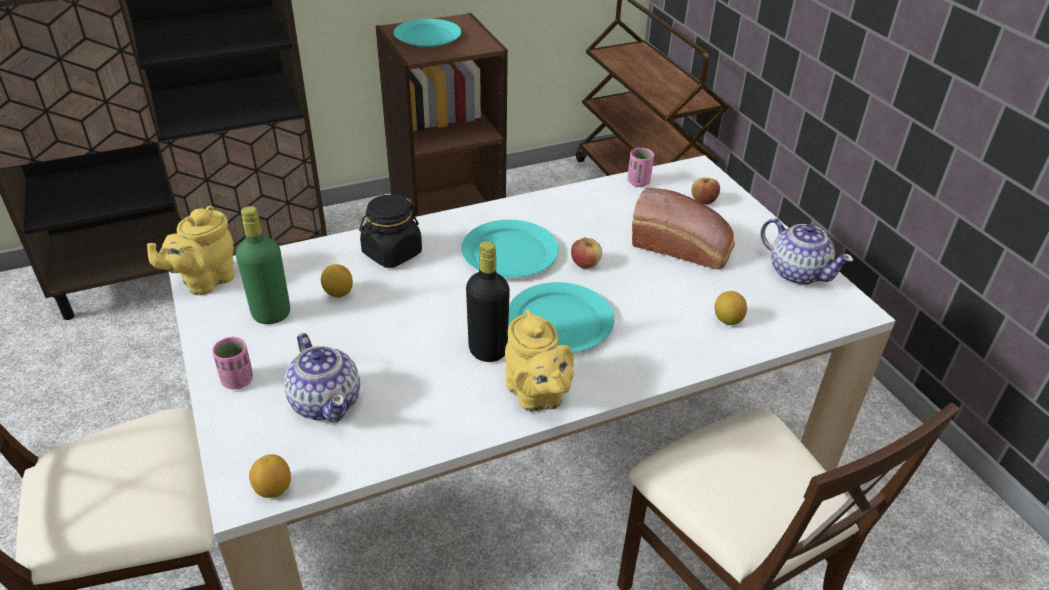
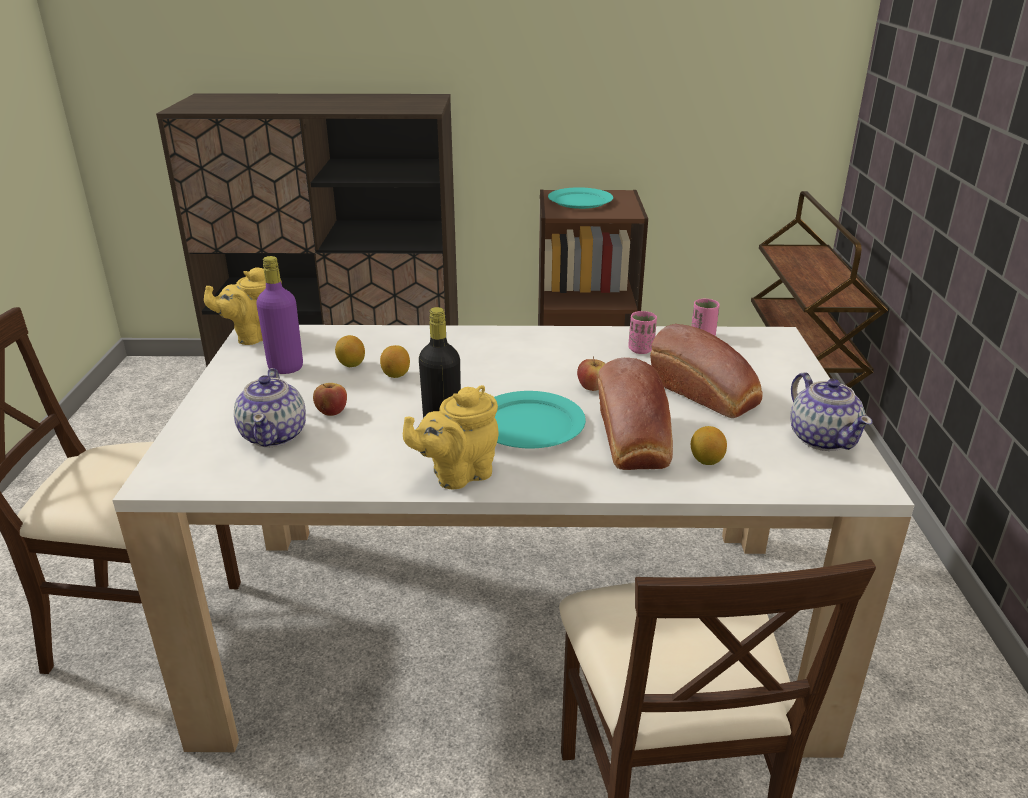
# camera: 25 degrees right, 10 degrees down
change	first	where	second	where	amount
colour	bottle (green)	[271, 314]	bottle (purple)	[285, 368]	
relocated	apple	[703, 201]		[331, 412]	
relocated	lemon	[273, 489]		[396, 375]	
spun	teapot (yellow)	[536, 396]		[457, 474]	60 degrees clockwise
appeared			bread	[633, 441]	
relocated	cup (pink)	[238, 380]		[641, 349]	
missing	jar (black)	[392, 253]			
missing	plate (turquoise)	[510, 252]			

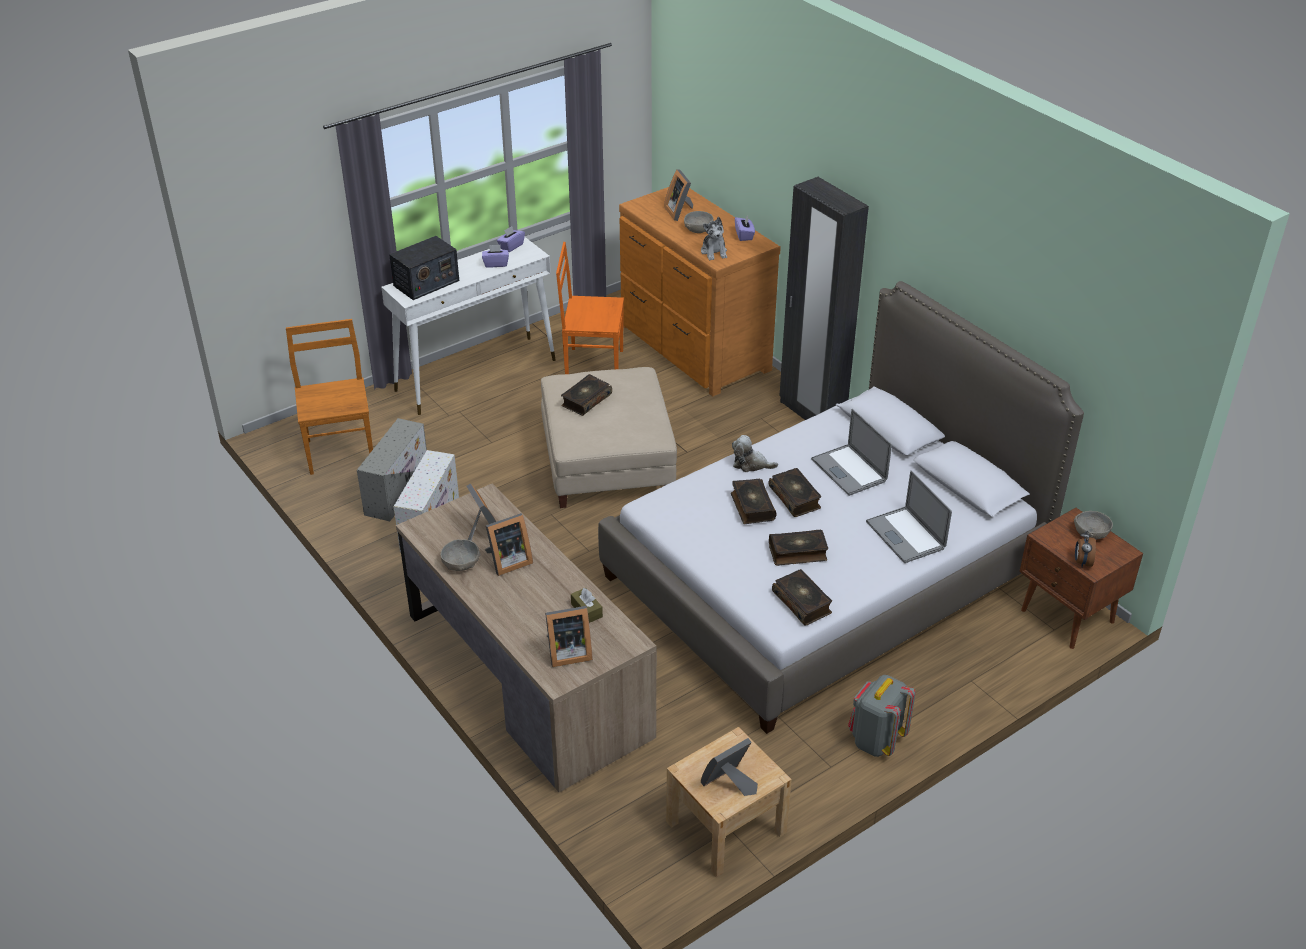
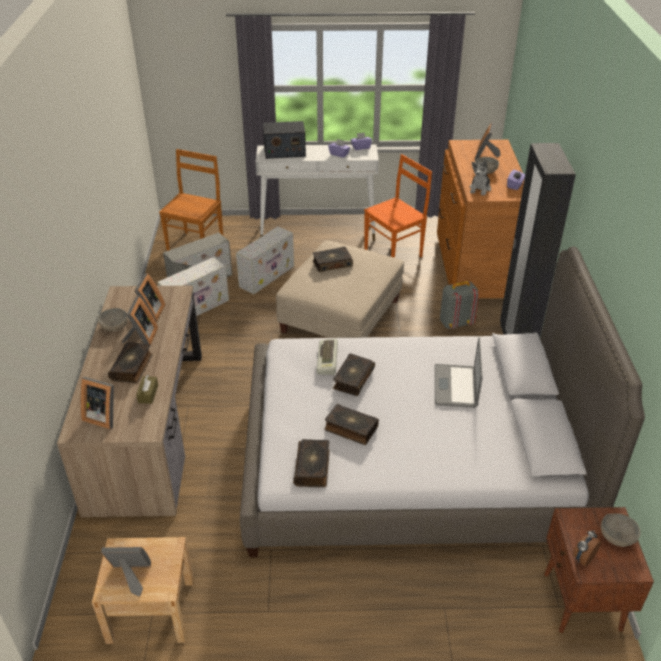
# camera: 35 degrees right, 0 degrees up
change	first	where	second	where	amount
relocated	book	[795, 498]		[132, 367]	
spun	picture frame	[507, 561]		[141, 338]	90 degrees counterclockwise
appeared			storage box (white)	[267, 276]	
appeared			keyboard	[328, 360]	
spun	chair (orange)	[592, 365]		[394, 252]	105 degrees clockwise
relocated	backpack (grey)	[876, 740]		[455, 323]	
missing	plush toy	[751, 464]			
missing	laptop	[905, 535]			

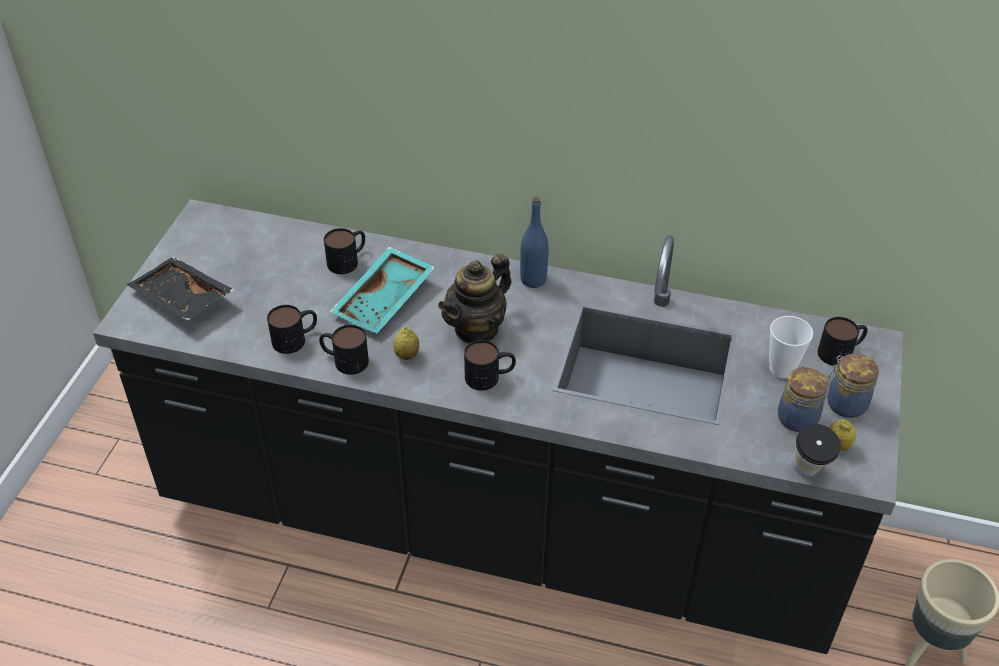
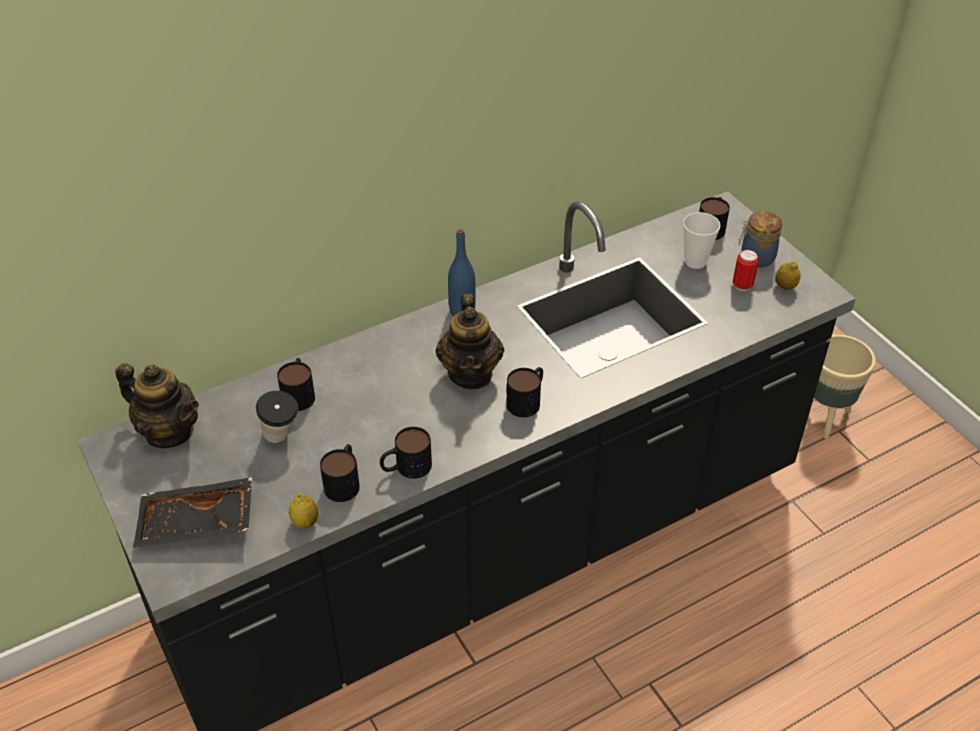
# camera: 45 degrees left, 0 degrees up
change	first	where	second	where	amount
appeared			teapot	[169, 431]	
relocated	cup	[808, 473]		[281, 438]	
relocated	lemon	[407, 355]		[305, 522]	
exchanged	jar	[796, 417]	can	[742, 285]	
missing	tray (turquoise)	[385, 301]			

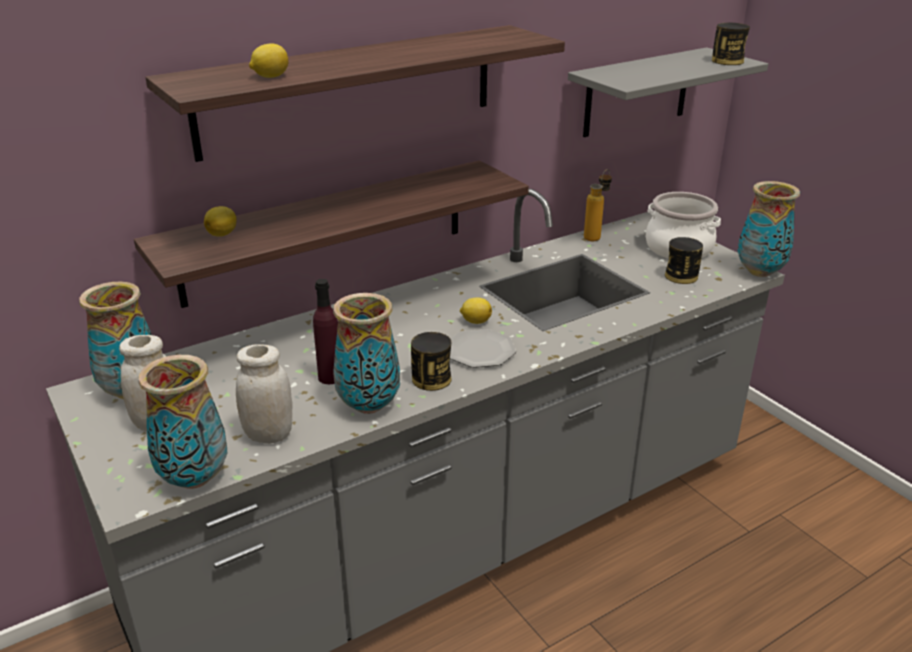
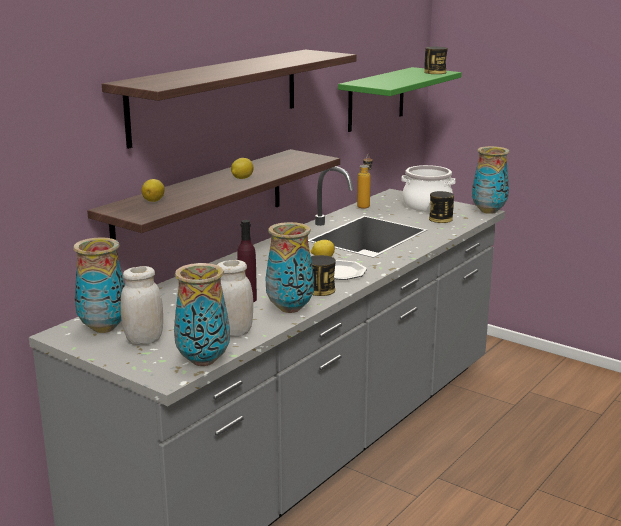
# camera: 20 degrees left, 10 degrees down
change	first	where	second	where	amount
relocated	lemon	[270, 77]		[241, 178]	
colour	shelf (grey)	[637, 92]	shelf (green)	[376, 99]	

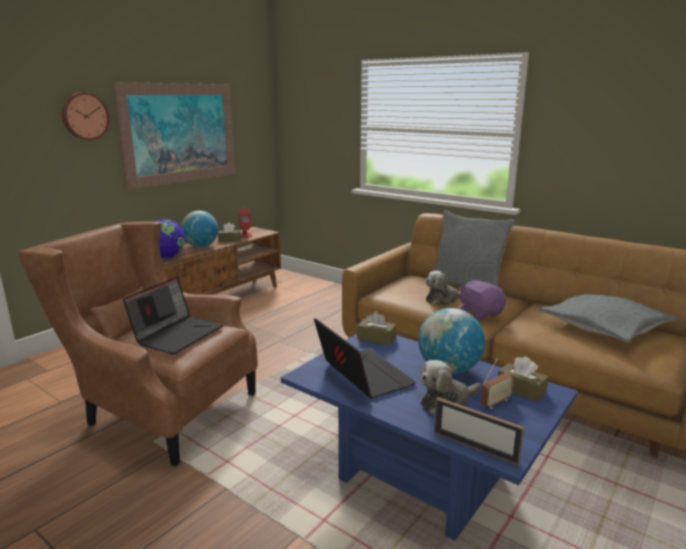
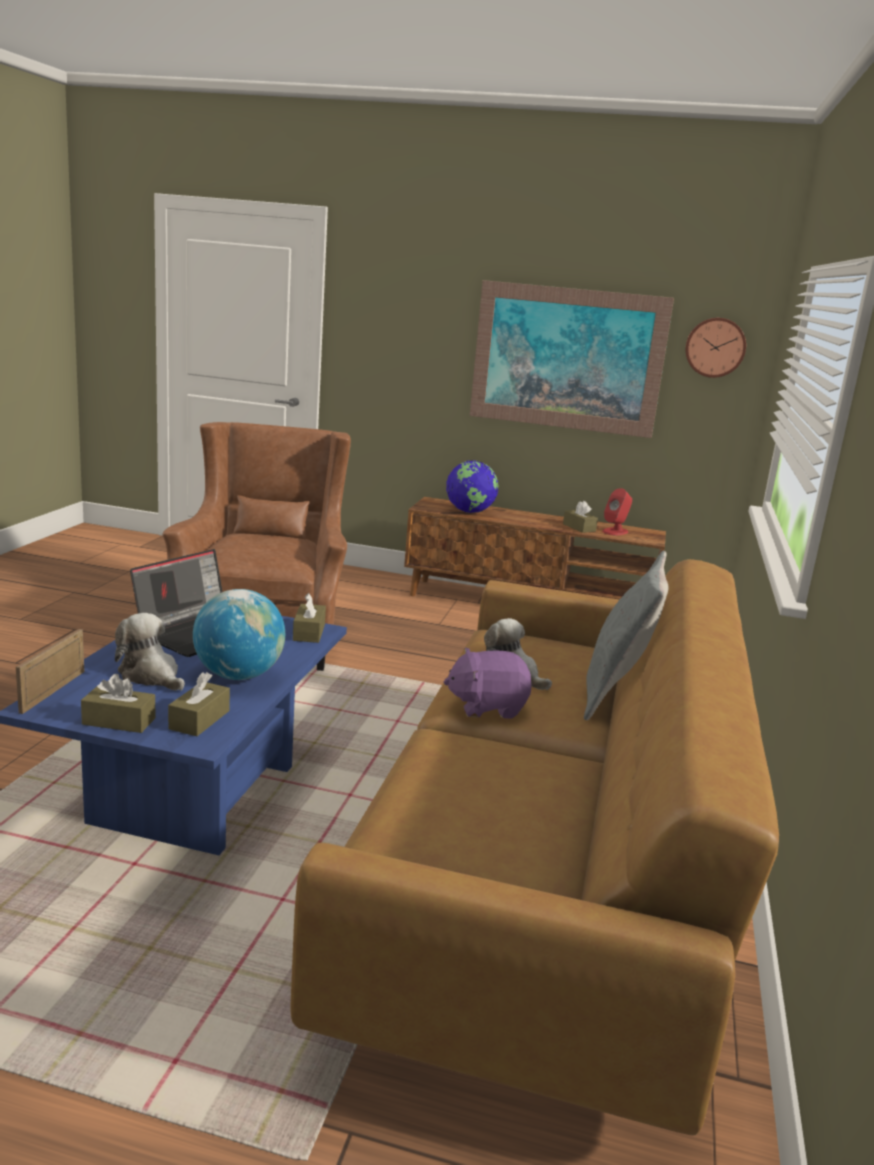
# camera: 65 degrees right, 0 degrees up
change	first	where	second	where	amount
appeared			tissue box (brown)	[119, 721]	
spun	plush toy (purple)	[480, 313]		[487, 706]	135 degrees counterclockwise
relocated	wall clock	[84, 116]		[715, 347]	
missing	laptop	[178, 334]			
missing	globe	[201, 246]			
missing	radio	[495, 402]			
missing	pillow (grey)	[604, 326]			

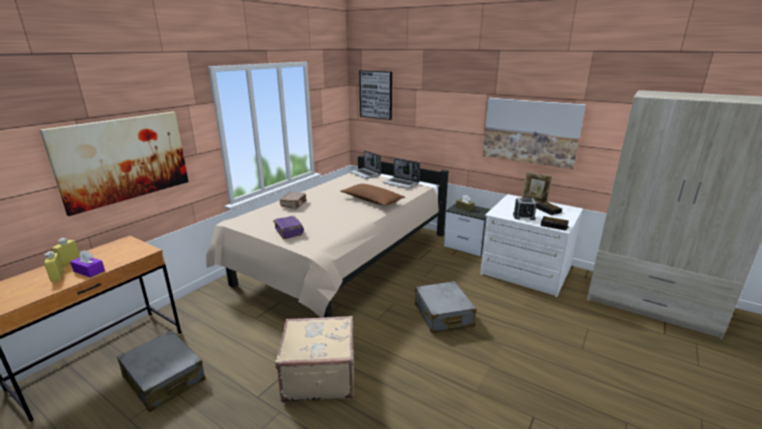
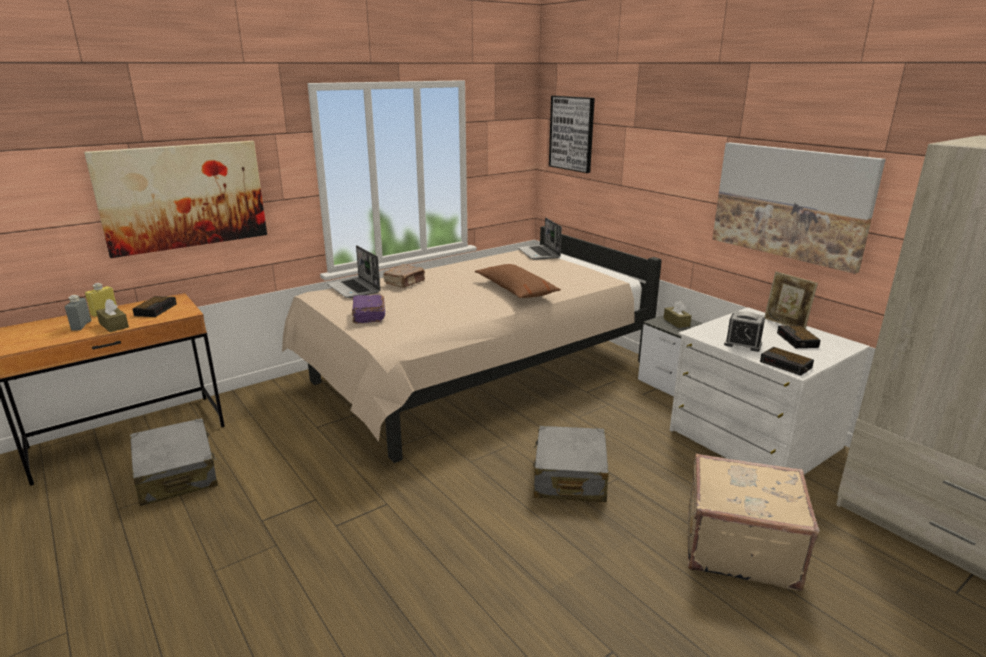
# camera: 20 degrees right, 0 degrees up
change	first	where	second	where	amount
colour	bottle (yellow)	[57, 276]	bottle (grey)	[81, 326]	
colour	tissue box (purple)	[89, 271]	tissue box (brown)	[114, 325]	
appeared			alarm clock	[156, 309]	
relocated	laptop	[401, 183]		[354, 289]	
relocated	suitcase (beige)	[319, 375]		[738, 547]	

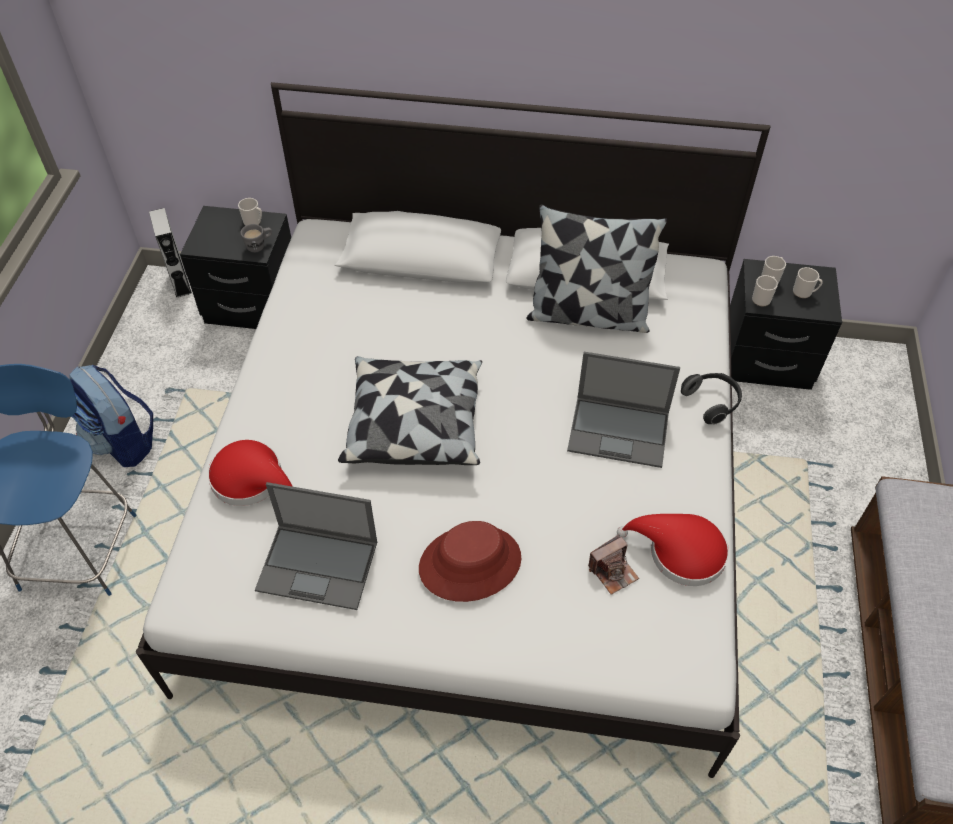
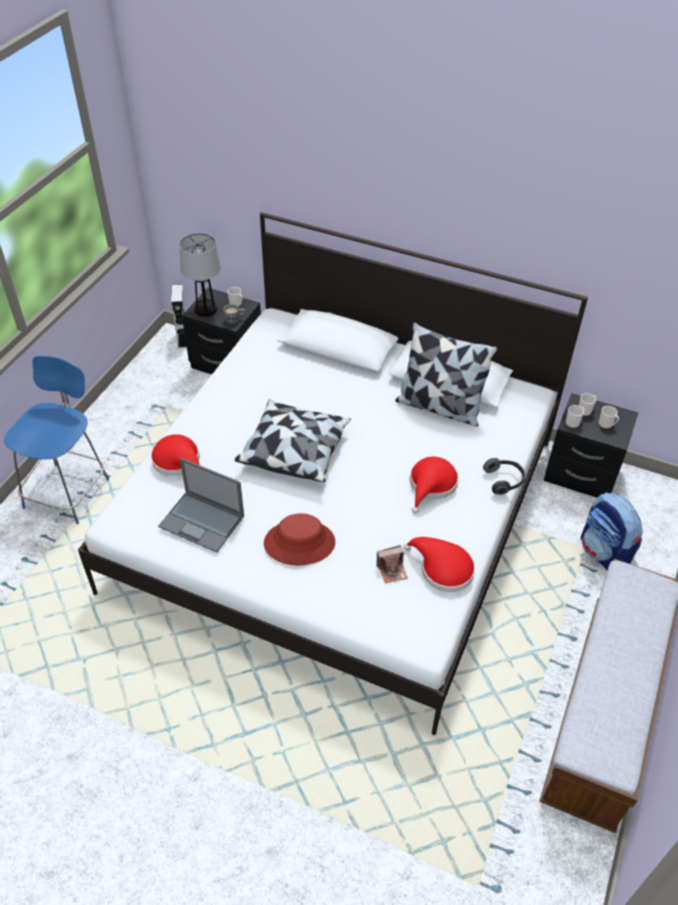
# camera: 15 degrees right, 5 degrees down
change	first	where	second	where	amount
appeared			table lamp	[205, 309]	
exchanged	laptop	[620, 431]	hat (red)	[431, 485]	
relocated	backpack	[123, 442]		[604, 553]	

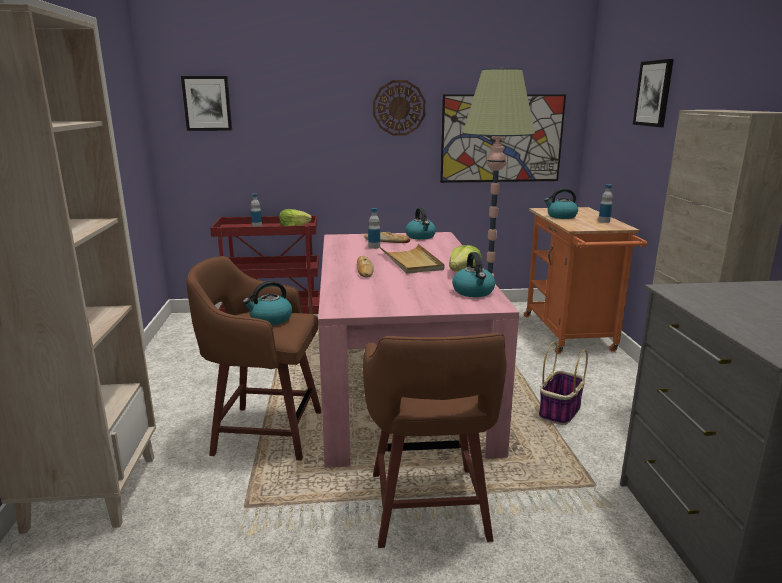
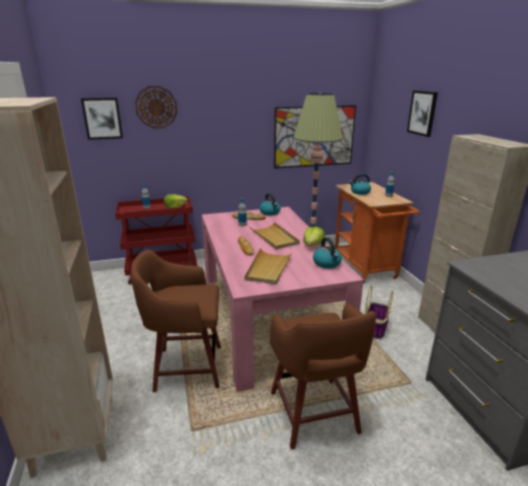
# camera: 10 degrees left, 5 degrees up
change	first	where	second	where	amount
relocated	wall clock	[399, 108]		[156, 107]	
appeared			tray (beige)	[268, 268]	
missing	kettle	[270, 319]			

